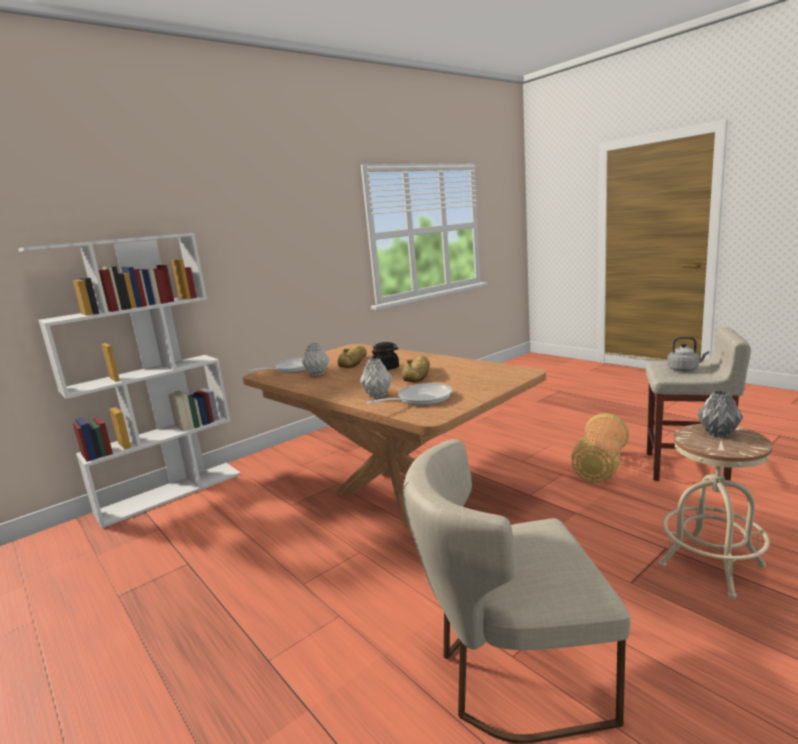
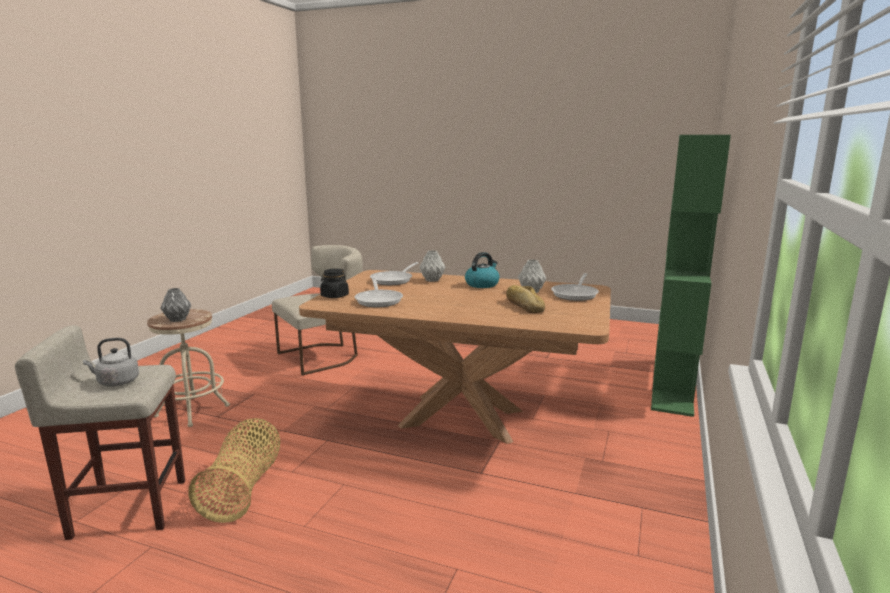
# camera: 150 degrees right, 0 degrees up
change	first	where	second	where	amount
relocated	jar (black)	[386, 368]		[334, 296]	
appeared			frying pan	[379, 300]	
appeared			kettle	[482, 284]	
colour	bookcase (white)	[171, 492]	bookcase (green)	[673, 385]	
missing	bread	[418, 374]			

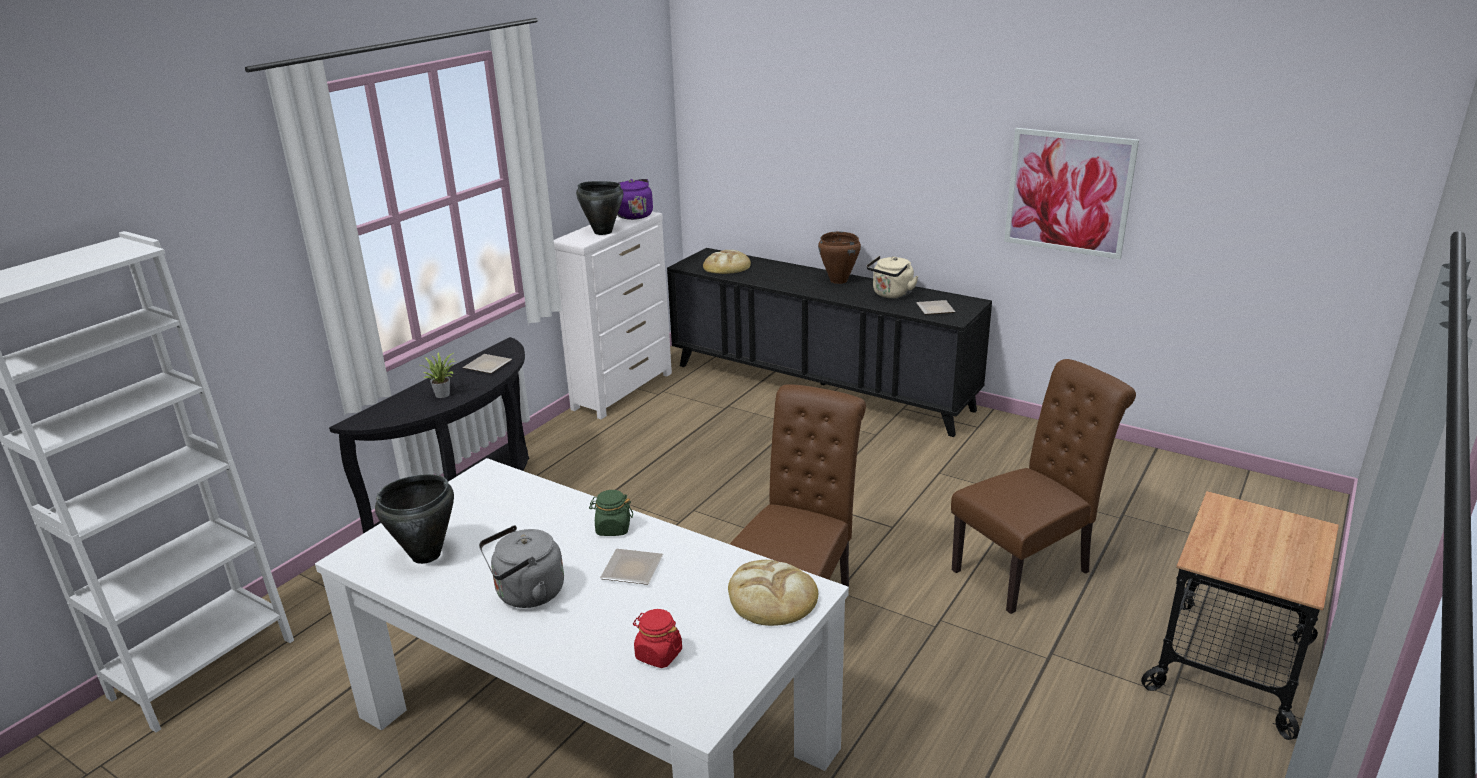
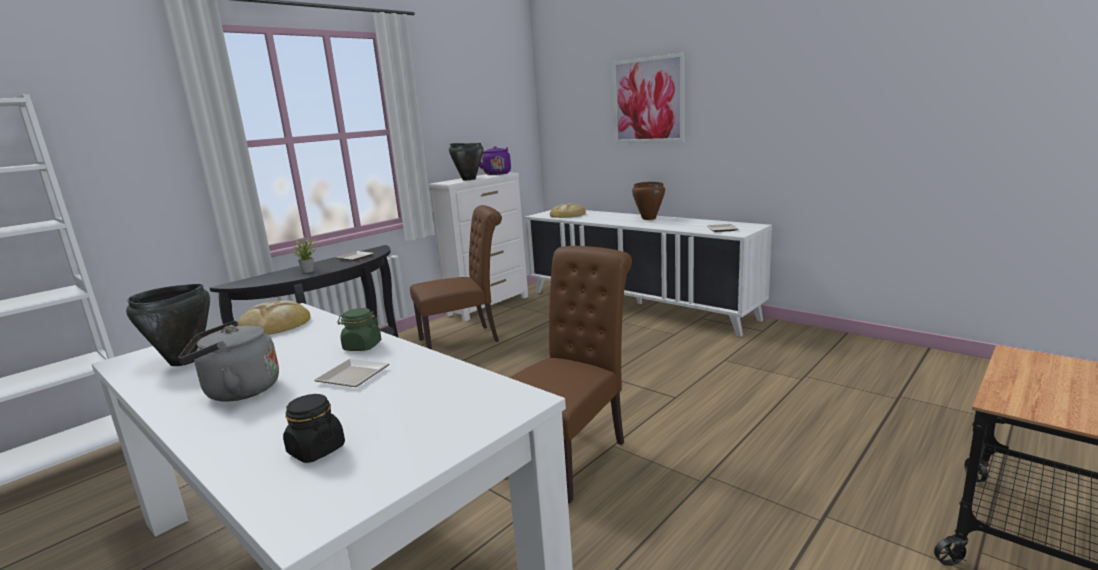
# camera: 10 degrees right, 10 degrees down
change	first	where	second	where	amount
relocated	bread	[771, 597]		[275, 324]	
colour	jar (red)	[658, 654]	jar (black)	[316, 450]	
relocated	chair (brown)	[1028, 569]		[464, 339]	
colour	cabinet (black)	[820, 386]	cabinet (white)	[637, 304]	
relocated	picture	[1068, 192]		[648, 100]	
missing	kettle (beige)	[891, 294]			

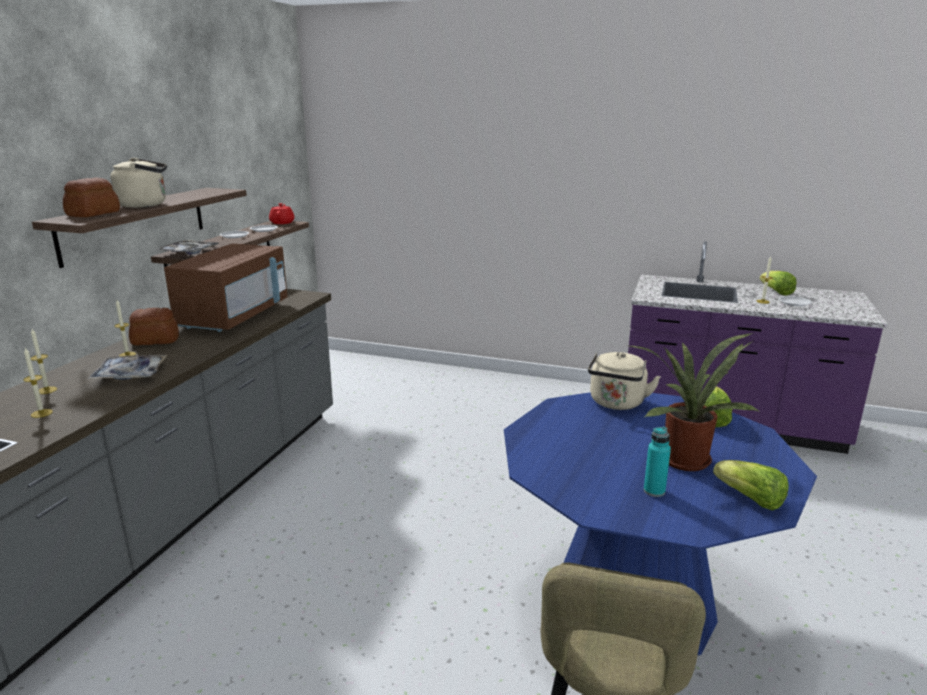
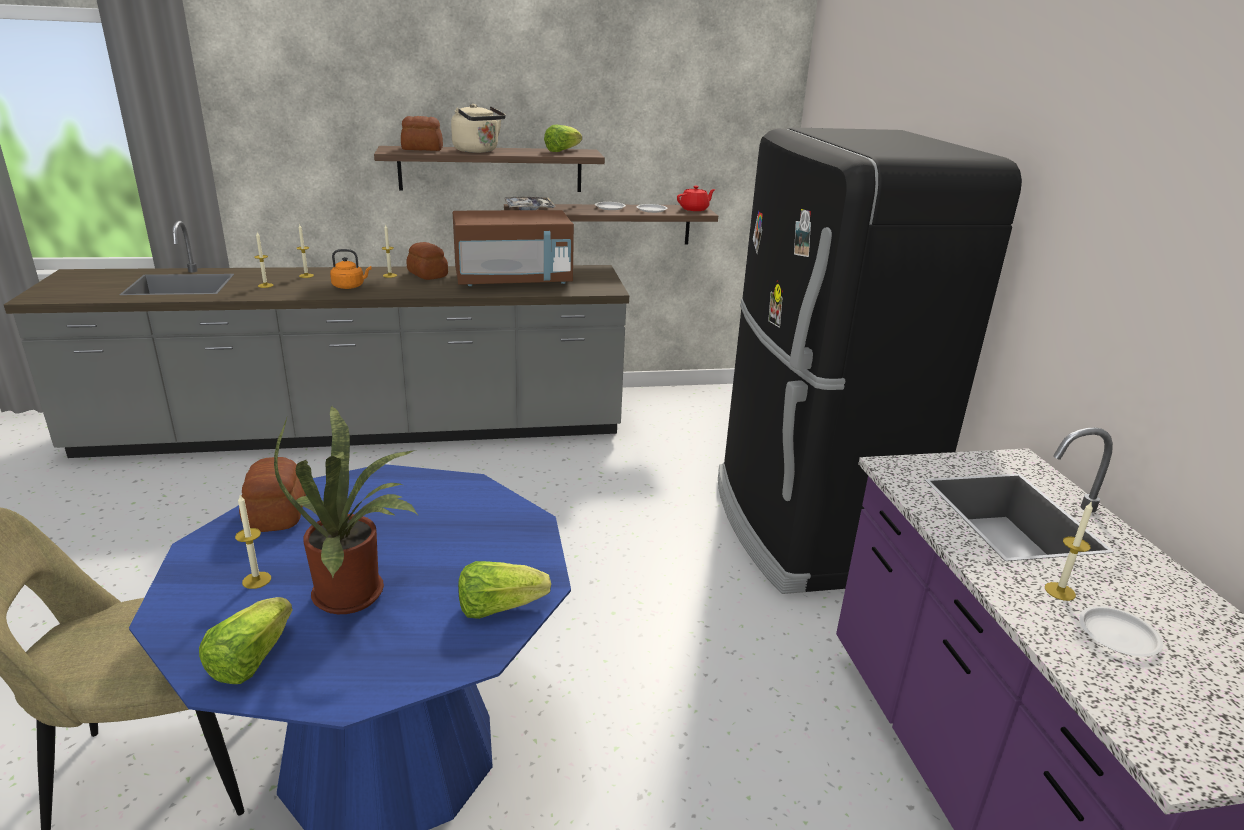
# camera: 60 degrees right, 5 degrees up
change	first	where	second	where	amount
exchanged	bottle (turquoise)	[654, 491]	candle	[256, 580]	
appeared			bread	[275, 514]	
exchanged	tray	[130, 374]	kettle (orange)	[350, 286]	
relocated	lettuce	[776, 292]		[562, 151]	
appeared			fridge (black)	[806, 528]	
missing	kettle (beige)	[616, 403]			

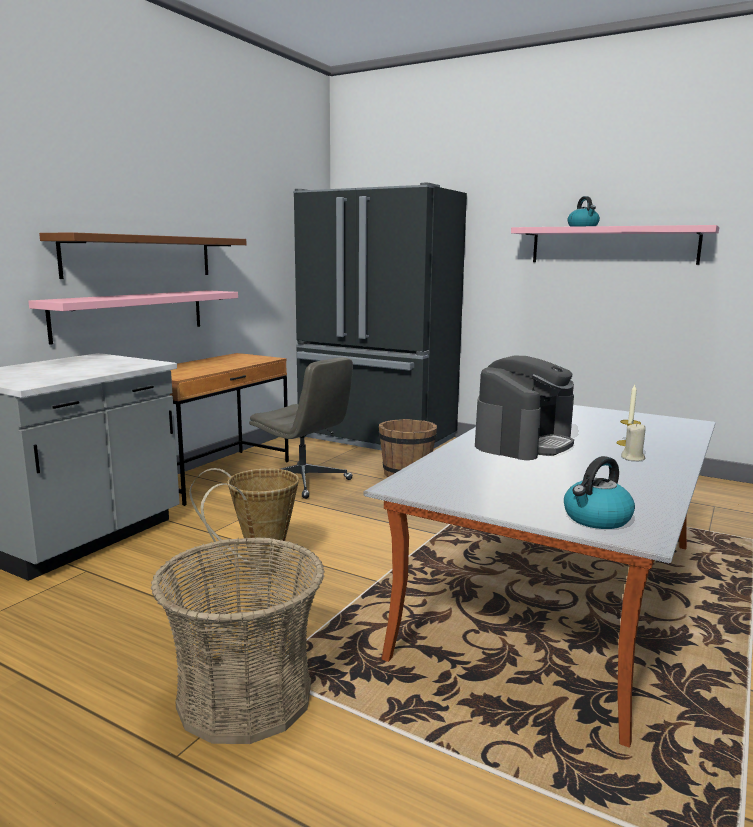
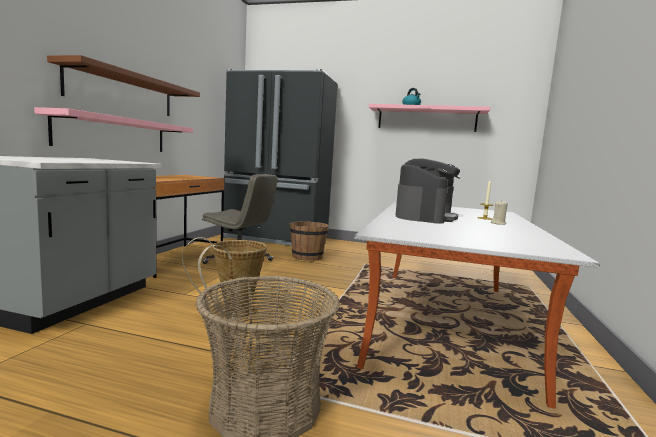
# camera: 15 degrees left, 5 degrees down
change	first	where	second	where	amount
missing	kettle	[596, 519]			

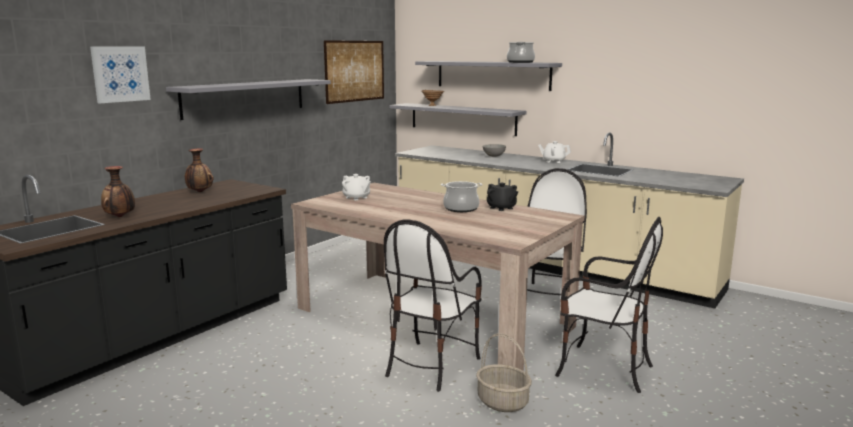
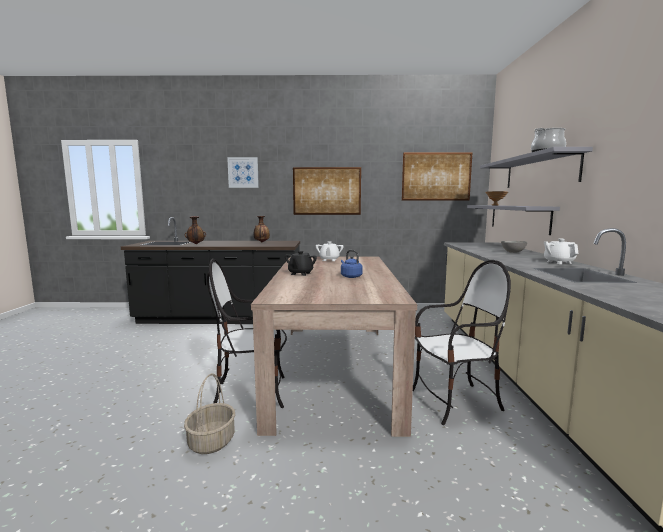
# camera: 55 degrees right, 5 degrees down
change	first	where	second	where	amount
relocated	teapot (black)	[501, 208]		[300, 273]	
exchanged	shelf (grey)	[245, 98]	picture	[327, 191]	
exchanged	cooking pot	[461, 208]	kettle (blue)	[350, 276]	
missing	chair	[603, 369]			

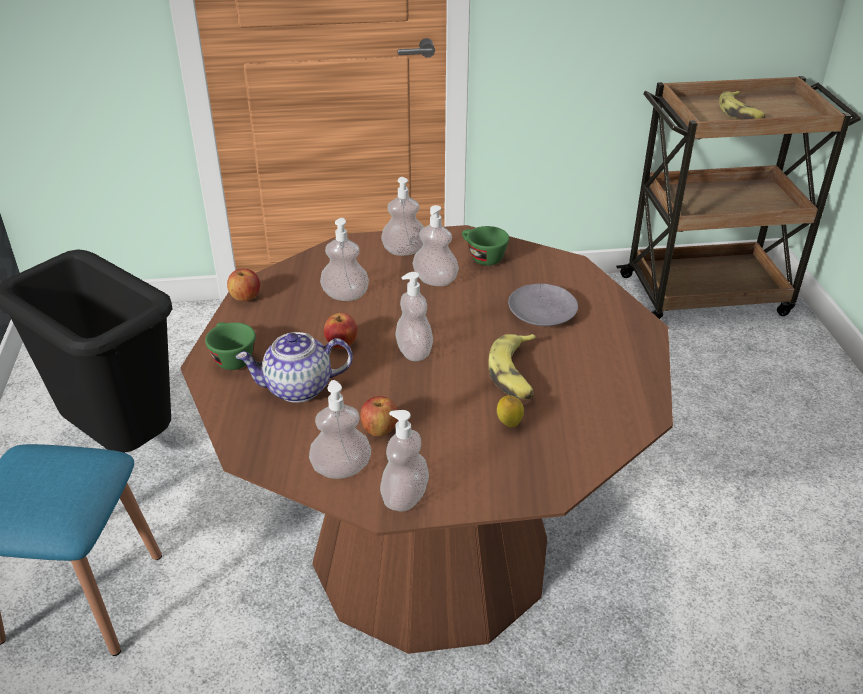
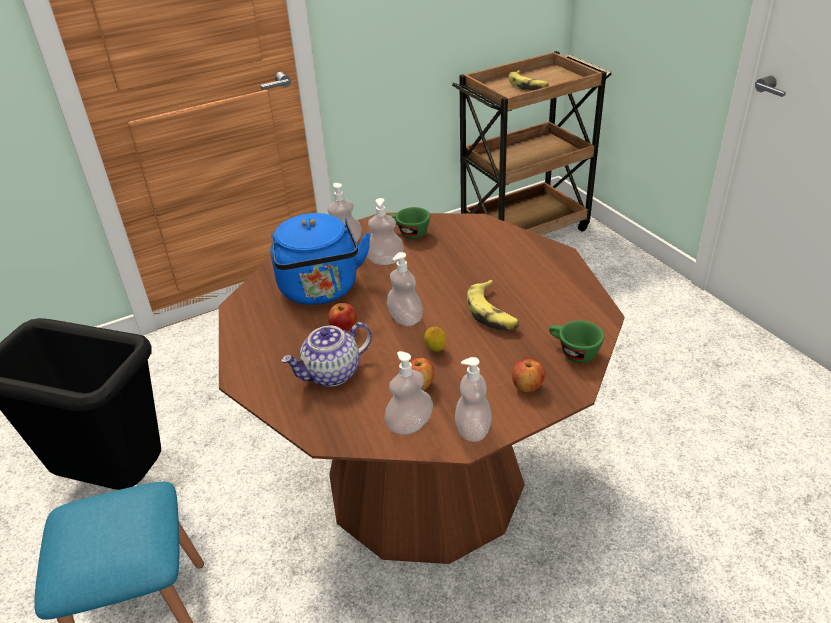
# camera: 20 degrees left, 0 degrees up
change	first	where	second	where	amount
exchanged	soap dispenser	[345, 295]	kettle (blue)	[321, 291]	
relocated	lemon	[509, 425]		[435, 350]	
relocated	apple	[245, 297]		[527, 387]	
relocated	cup (green)	[231, 357]		[573, 352]	
missing	plate (grey)	[542, 312]			

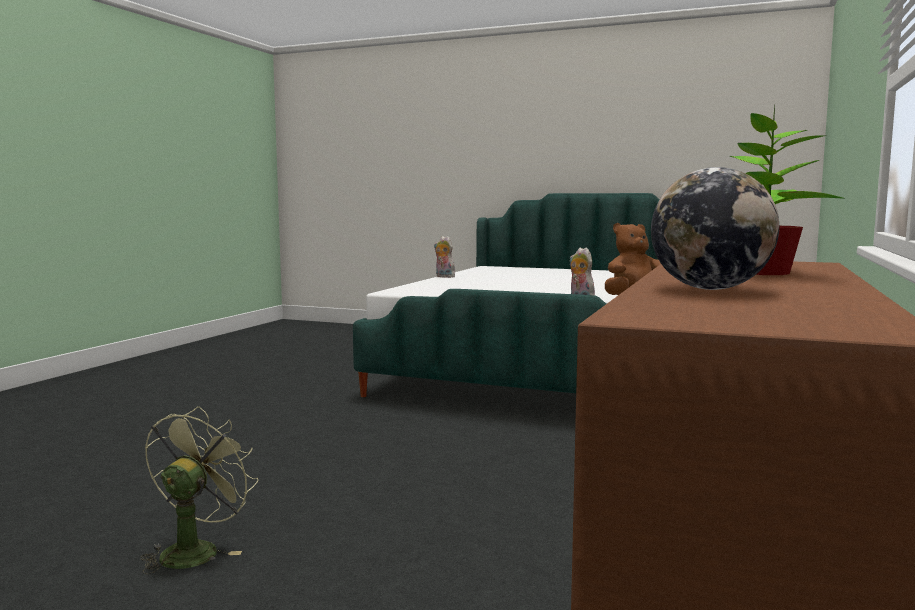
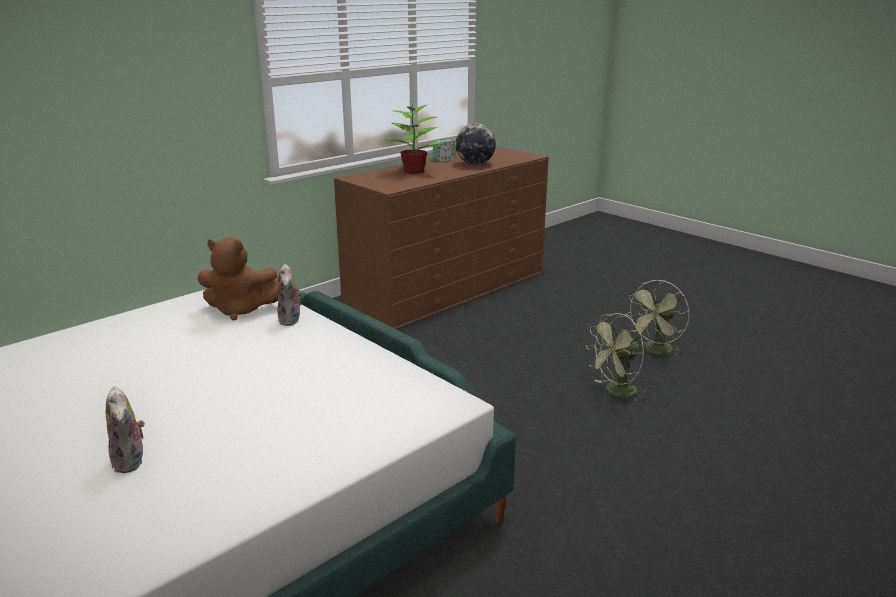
# camera: 155 degrees left, 15 degrees up
change	first	where	second	where	amount
relocated	plush toy	[443, 277]		[131, 462]	
appeared			alarm clock	[443, 160]	
appeared			fan (green)	[616, 392]	

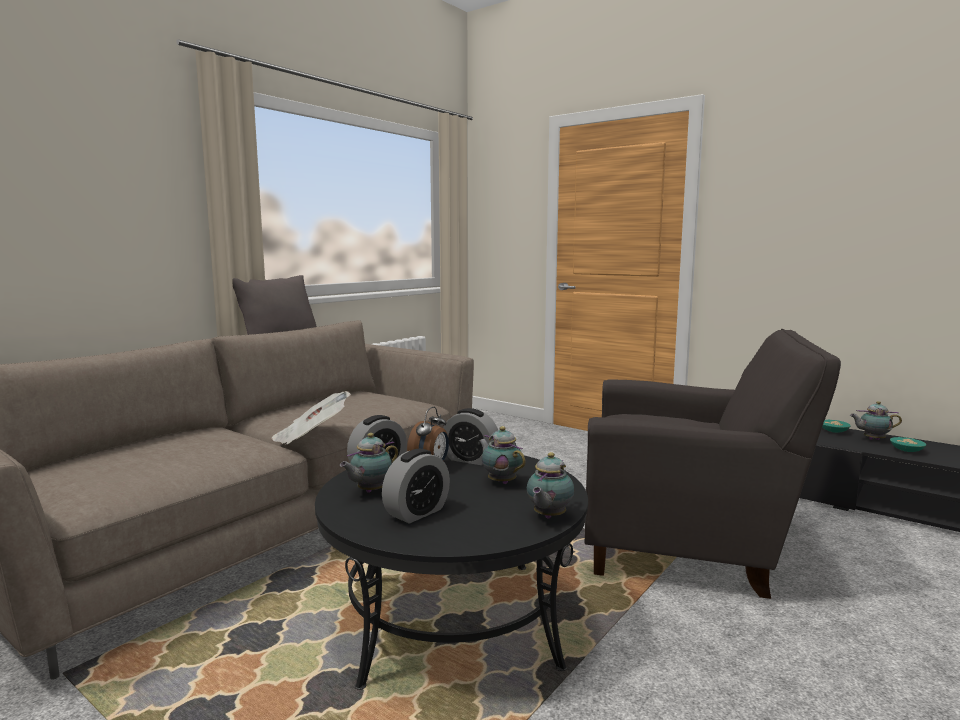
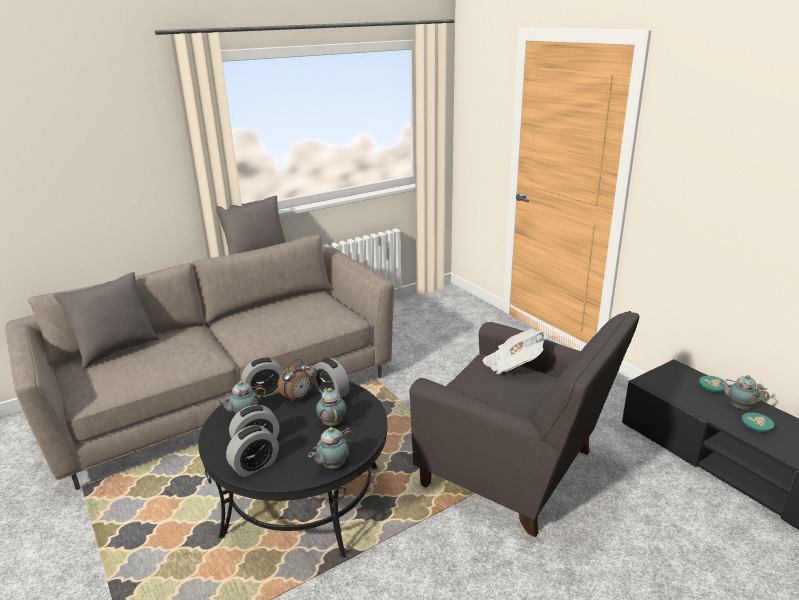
# camera: 20 degrees right, 15 degrees up
change	first	where	second	where	amount
appeared			pillow (grey)	[117, 350]	
appeared			alarm clock	[255, 466]	
relocated	newspaper	[311, 438]		[513, 365]	

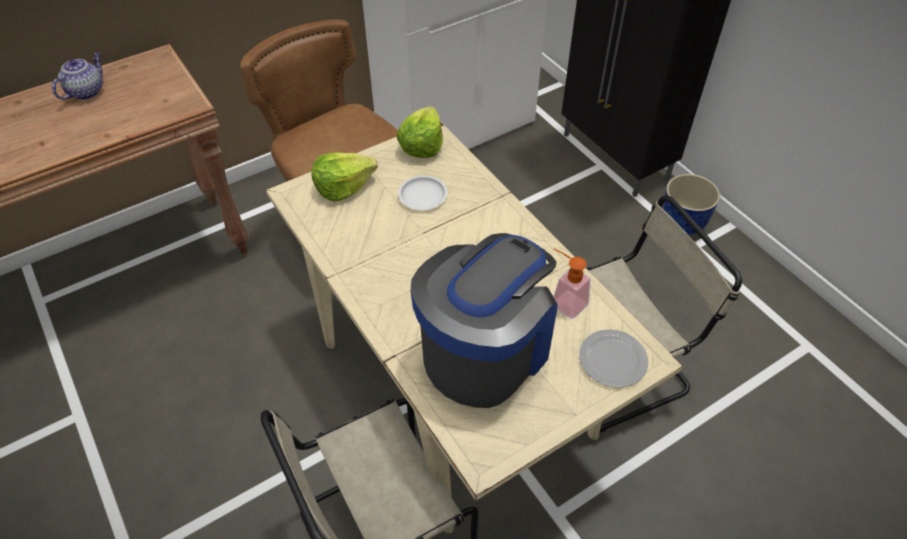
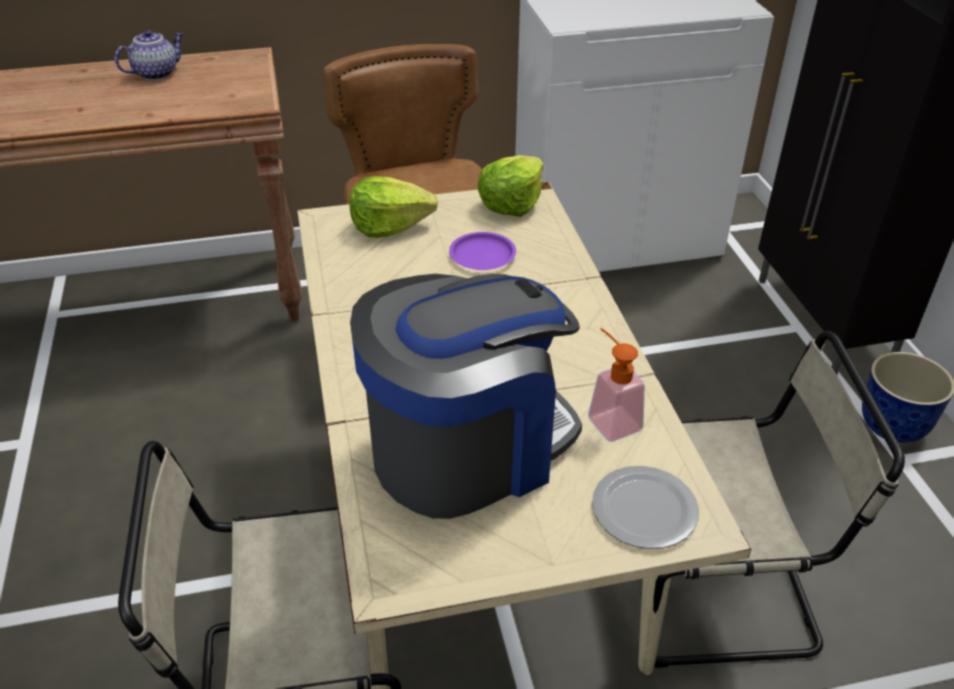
# camera: 20 degrees right, 10 degrees down
change	first	where	second	where	amount
colour	plate (white)	[422, 196]	plate (purple)	[482, 256]	

